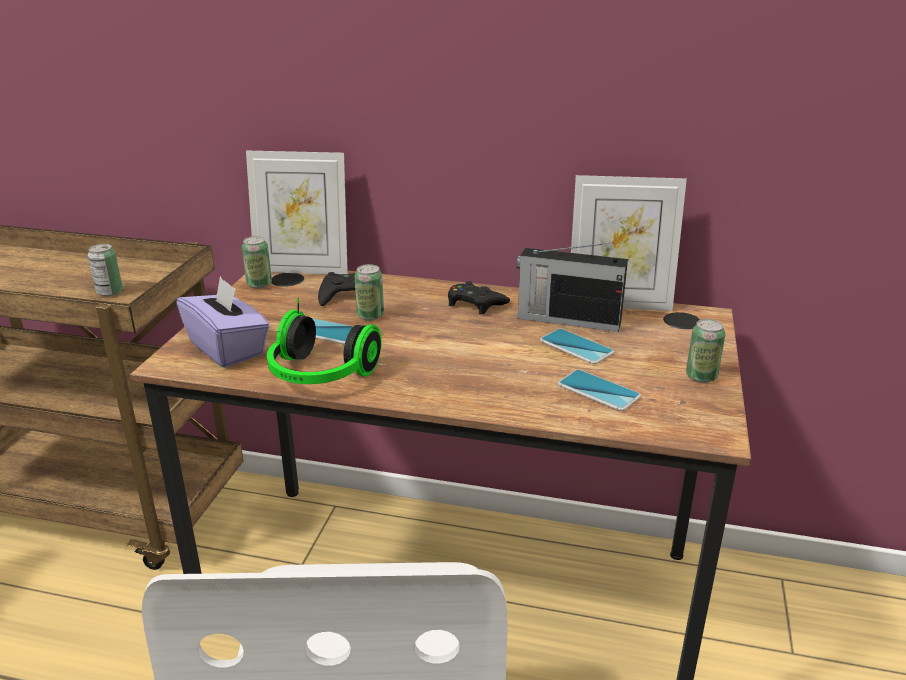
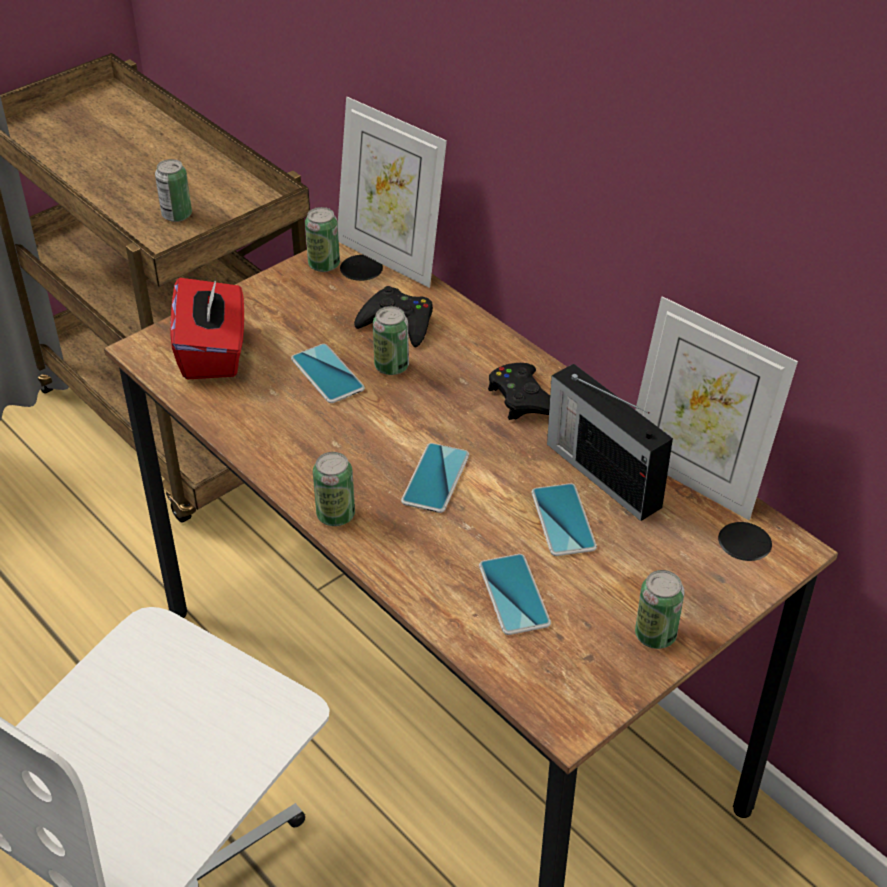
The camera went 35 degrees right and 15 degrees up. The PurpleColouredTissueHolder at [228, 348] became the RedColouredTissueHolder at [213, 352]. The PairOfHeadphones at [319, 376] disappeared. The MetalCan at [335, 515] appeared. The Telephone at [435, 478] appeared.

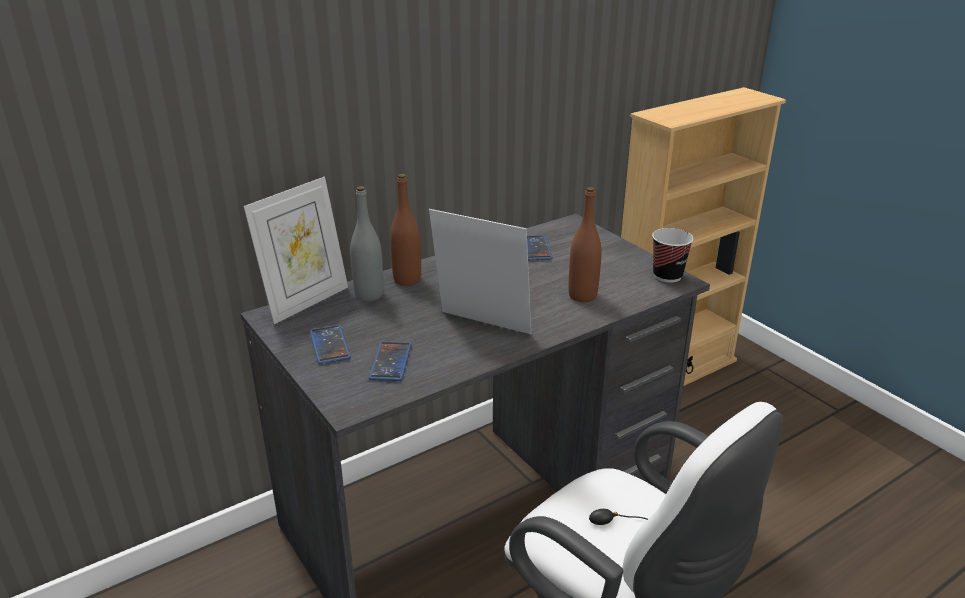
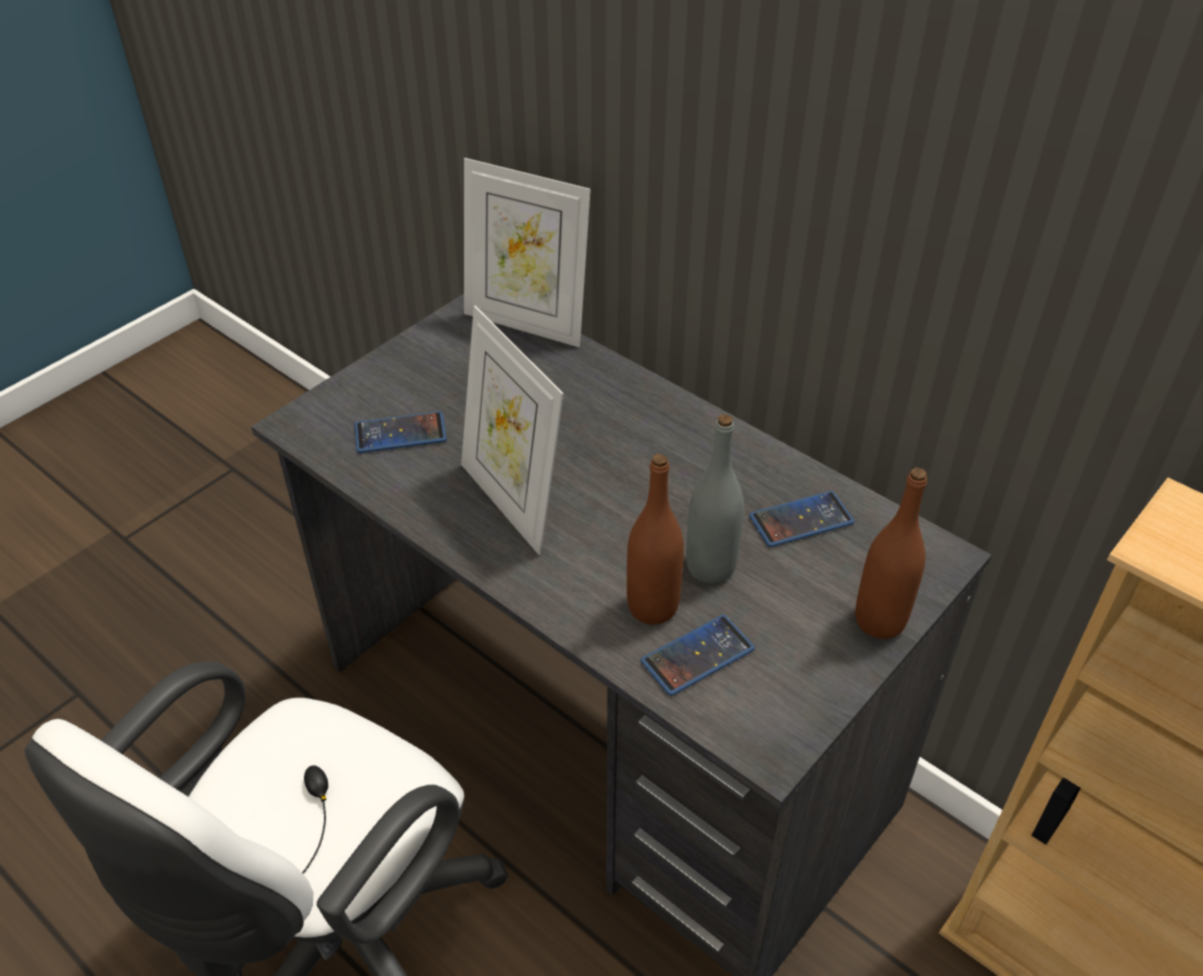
The camera went 75 degrees right and 15 degrees up. The Telephone moved from [329, 345] to [697, 656]. The GrayDrinkBottle moved from [369, 295] to [710, 567]. The BrownishDrinkBottle moved from [407, 280] to [880, 620]. The PictureFrame at [481, 327] turned 135 degrees clockwise. The DrinkingCup at [667, 276] disappeared.

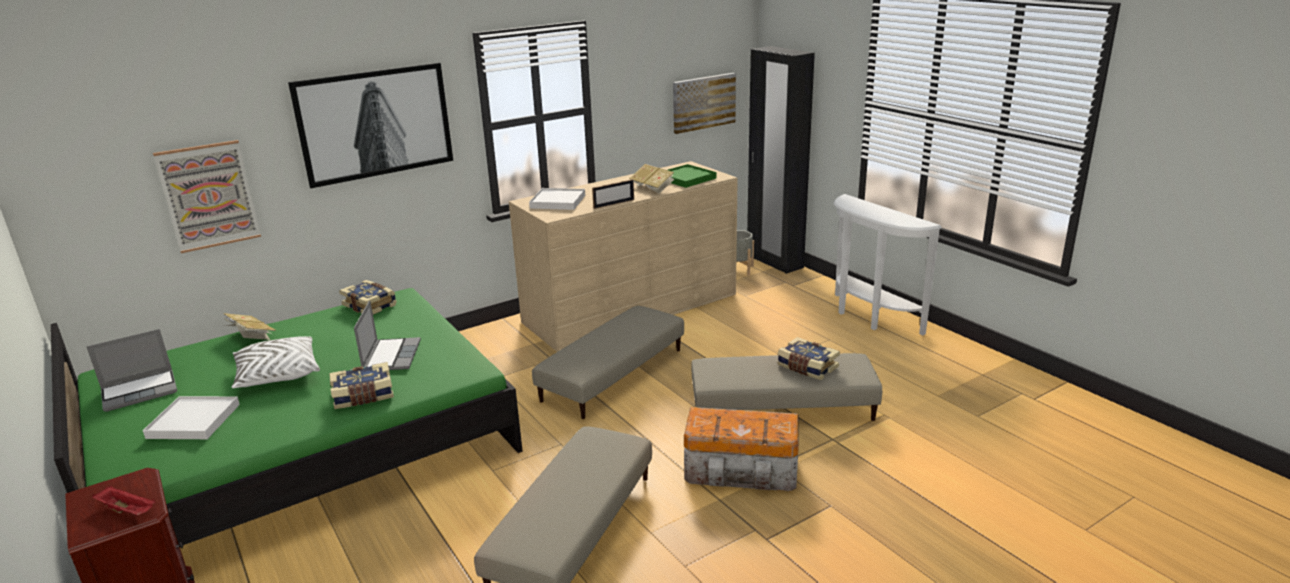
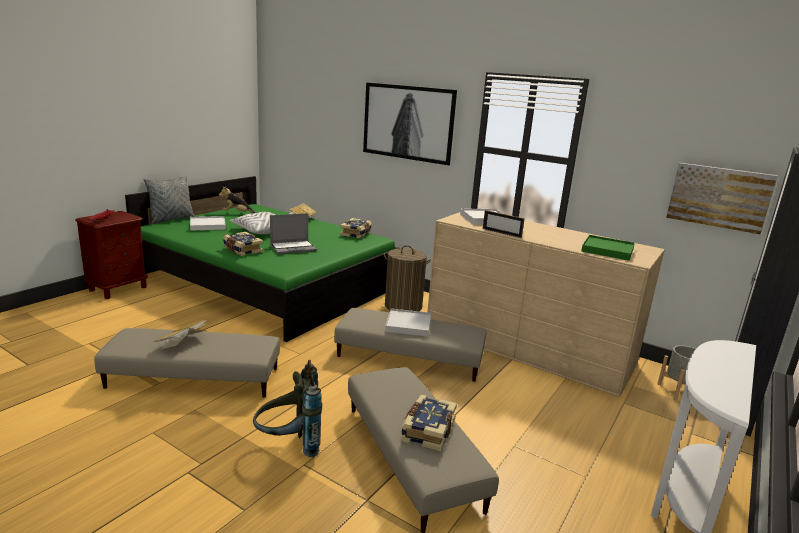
The camera went 65 degrees right and 5 degrees down. The Laptop at [141, 391] was replaced by the CuddlyToy at [237, 213]. The WallPicture at [209, 196] disappeared. The Book moved from [652, 188] to [183, 343]. The StorageBox at [742, 471] was replaced by the GrayRucksack at [289, 444]. The GrayPillow at [172, 219] appeared. The LaundryBasket at [403, 306] appeared. The WhitishTray at [408, 325] appeared.

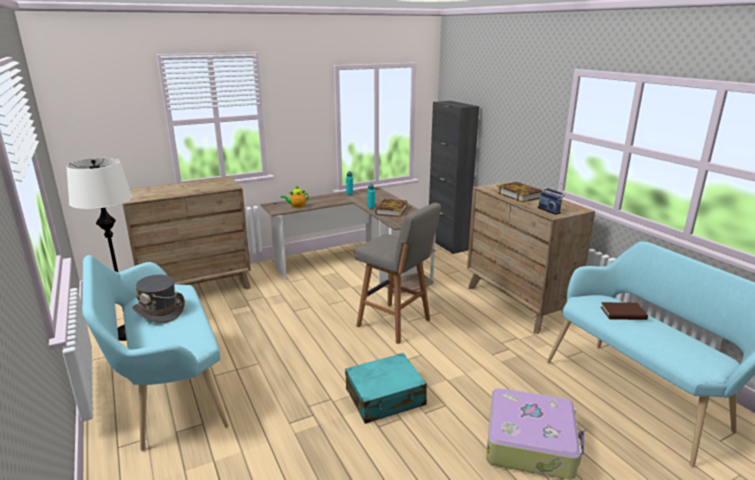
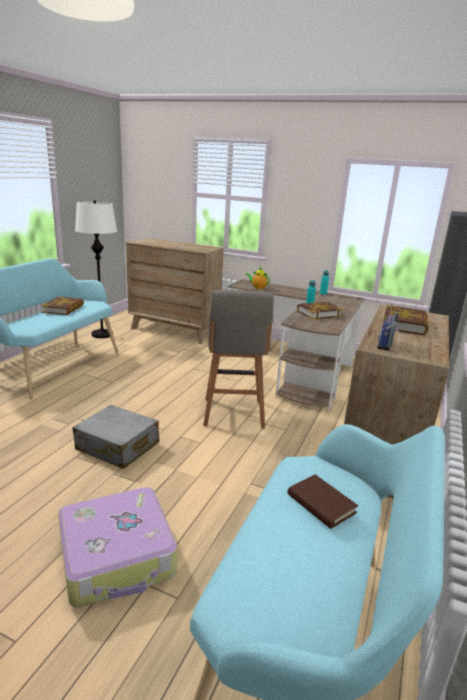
The camera went 50 degrees right and 0 degrees up. The GrayWearableHat at [160, 311] was replaced by the Book at [64, 309]. The TurquoiseColouredPieceOfLuggage at [385, 398] became the GrayPieceOfLuggage at [117, 446].

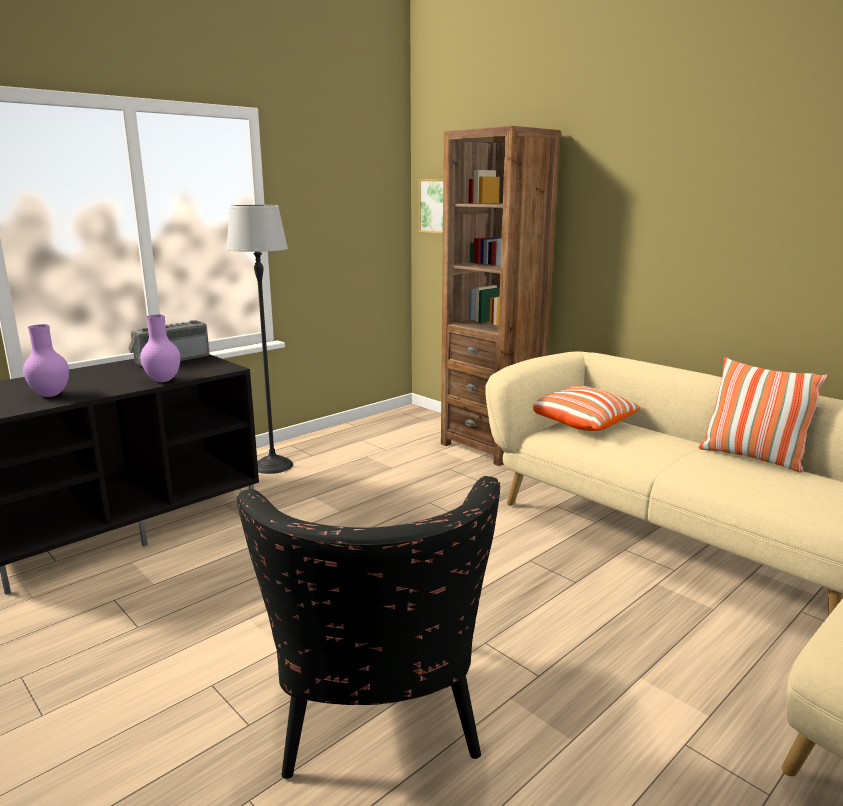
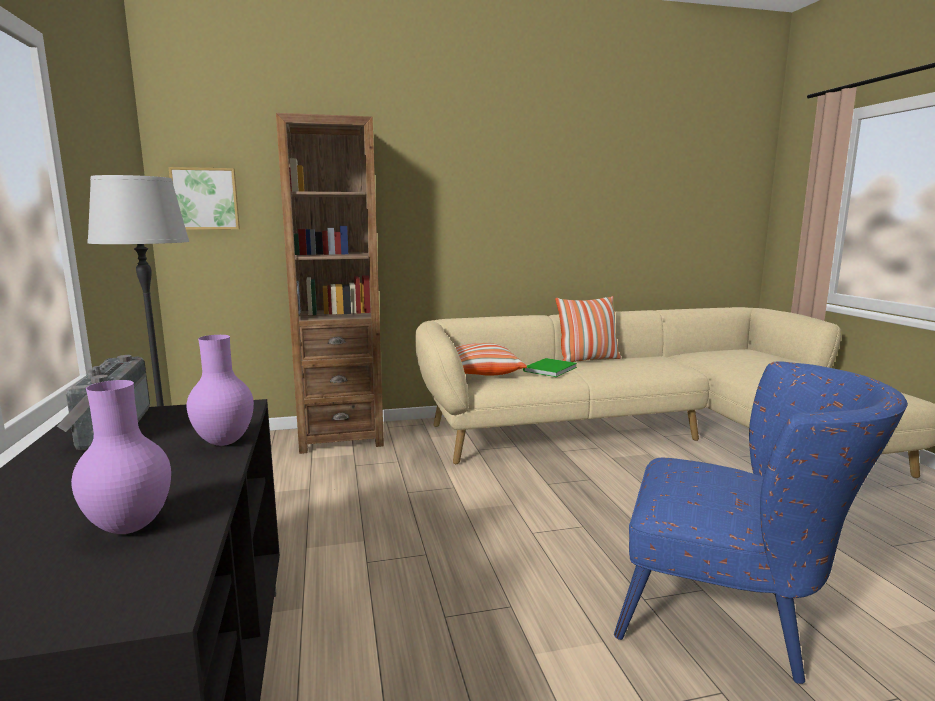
The camera went 60 degrees left and 5 degrees down. The BlackColouredArmchair at [376, 721] became the BluishArmchair at [732, 613]. The GreenishBook at [548, 369] appeared.

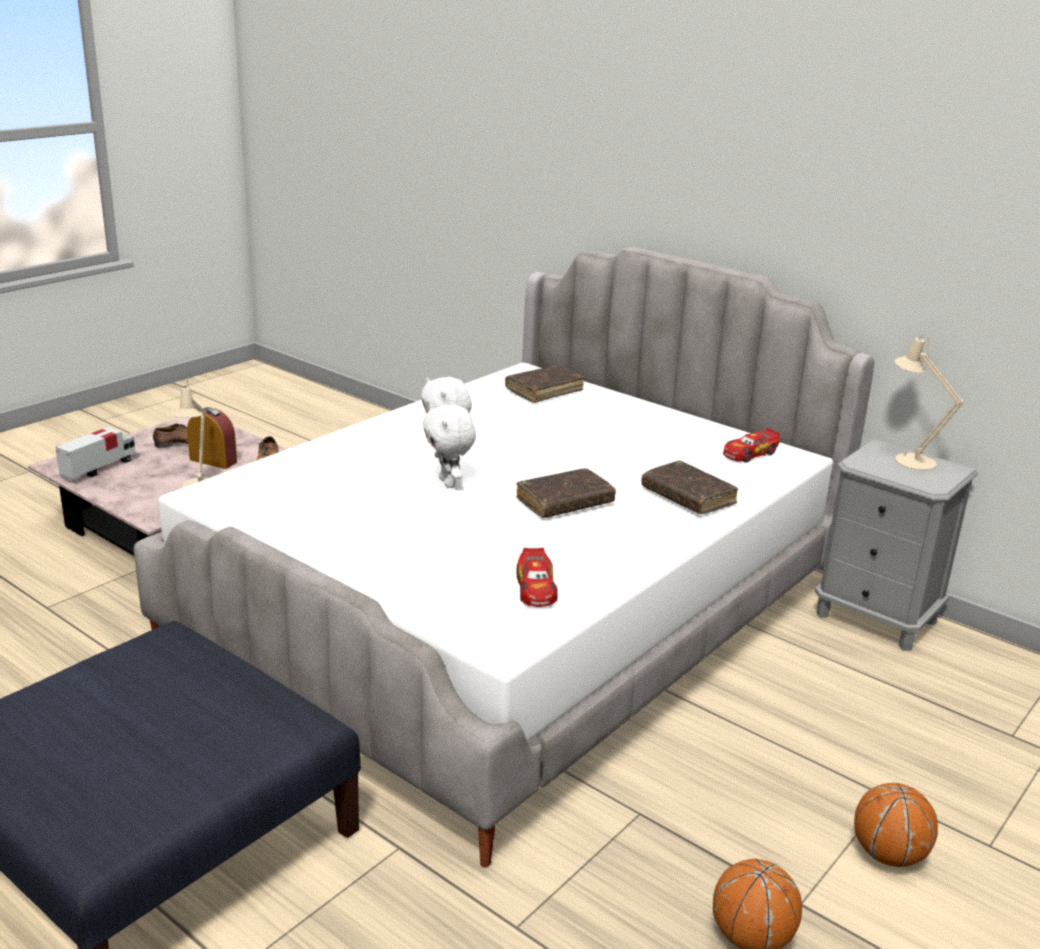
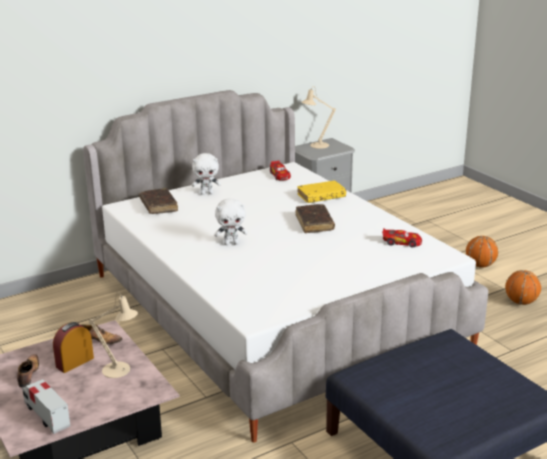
The camera went 70 degrees left and 0 degrees up. The WhitishCuddlyToy moved from [449, 483] to [207, 193]. The BrownishBook at [688, 497] became the YellowishBook at [321, 196].

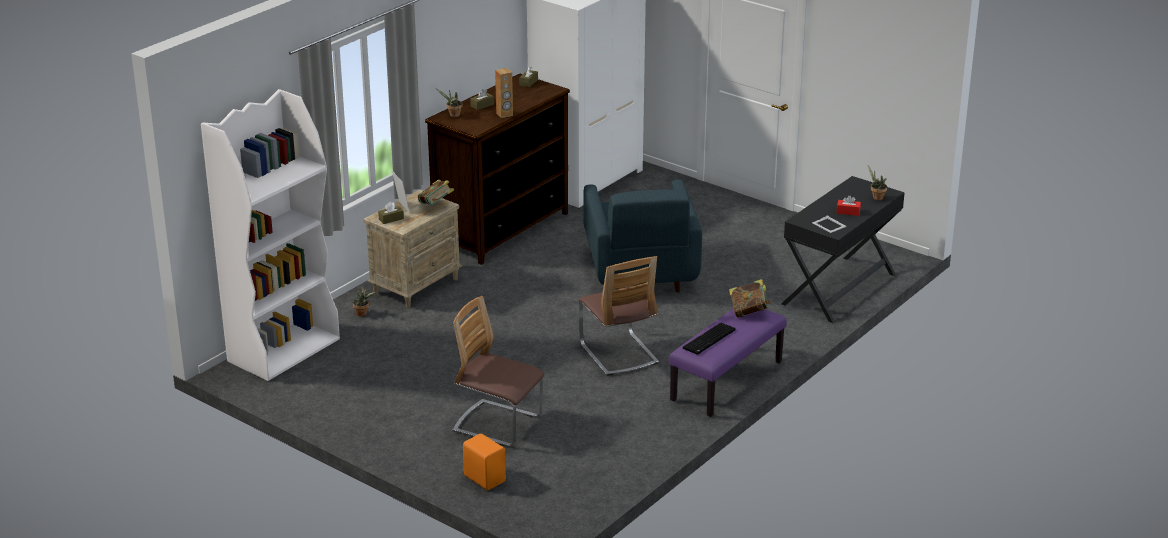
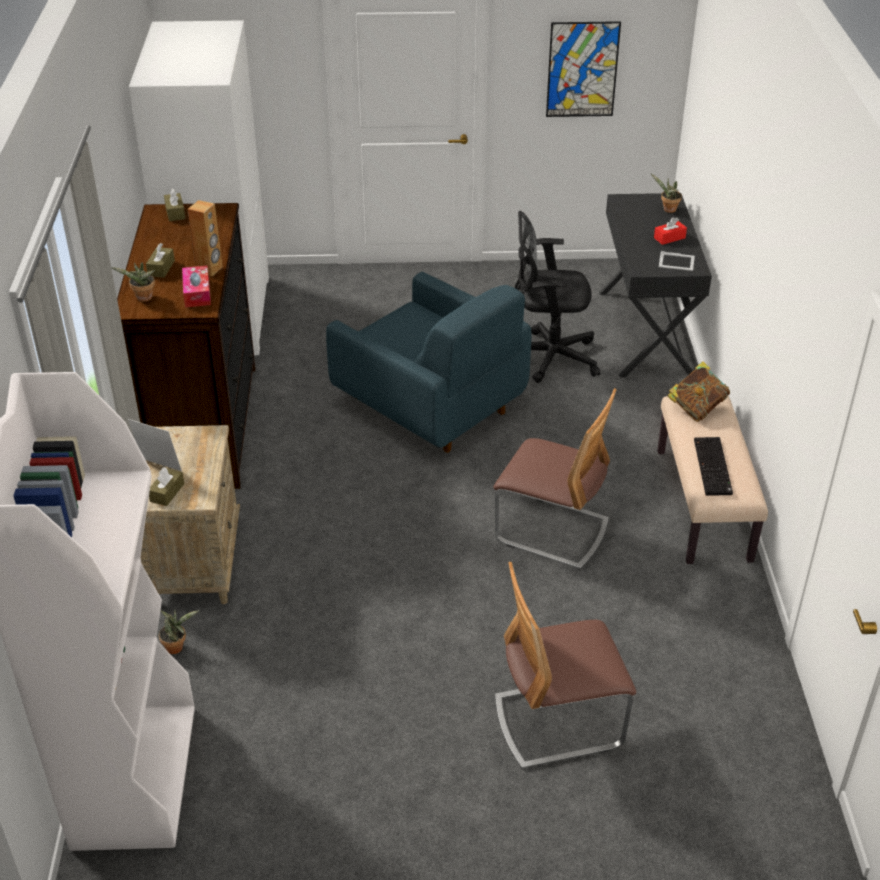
The camera went 40 degrees left and 10 degrees up. The Book at [436, 205] disappeared. The OrangeColouredAudioSpeaker at [485, 478] disappeared. The PurpleColouredLongSeat at [727, 382] became the BeigeColouredLongSeat at [704, 505]. The TissueHolder at [197, 293] appeared. The BlackColouredDeskChair at [548, 357] appeared. The WallPicture at [582, 69] appeared.

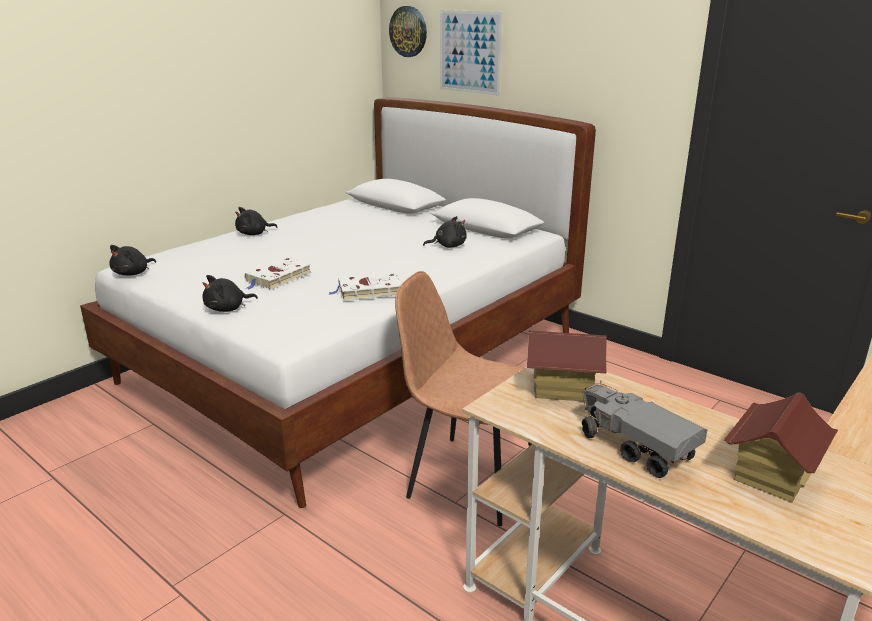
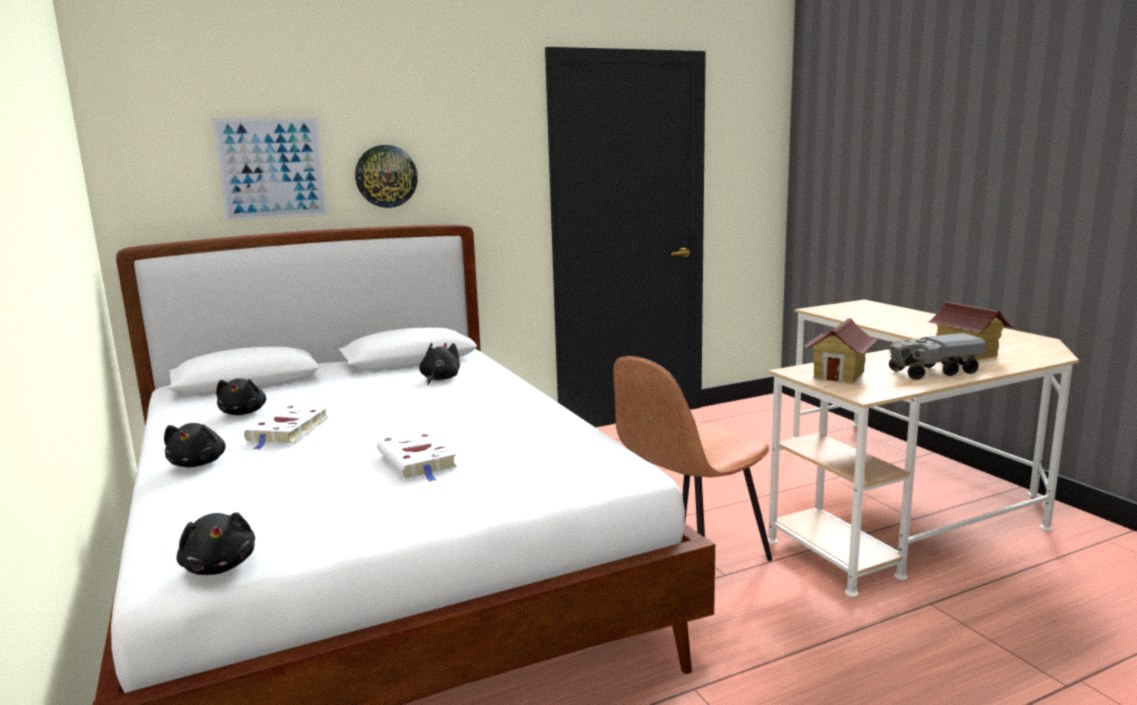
The camera went 65 degrees left and 10 degrees down. The BlackColouredCuddlyToy moved from [227, 309] to [244, 413]. The WhitishBook moved from [367, 291] to [288, 431]. The HangingClock moved from [408, 31] to [386, 176].

